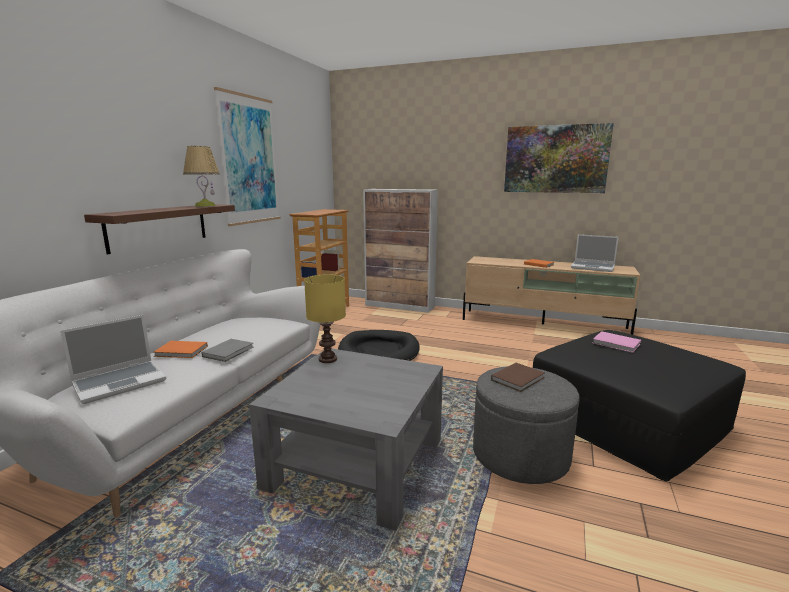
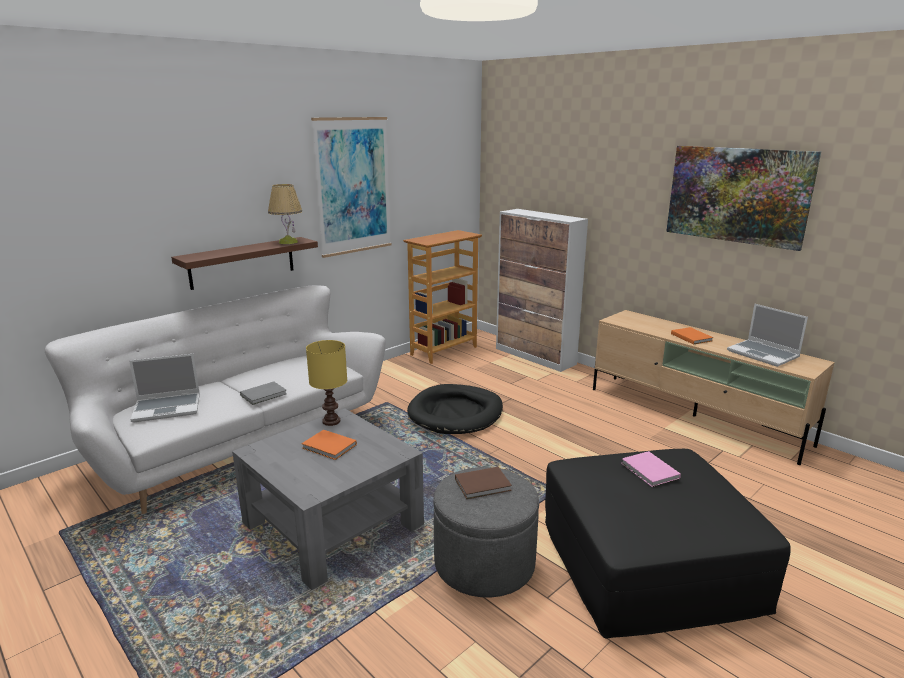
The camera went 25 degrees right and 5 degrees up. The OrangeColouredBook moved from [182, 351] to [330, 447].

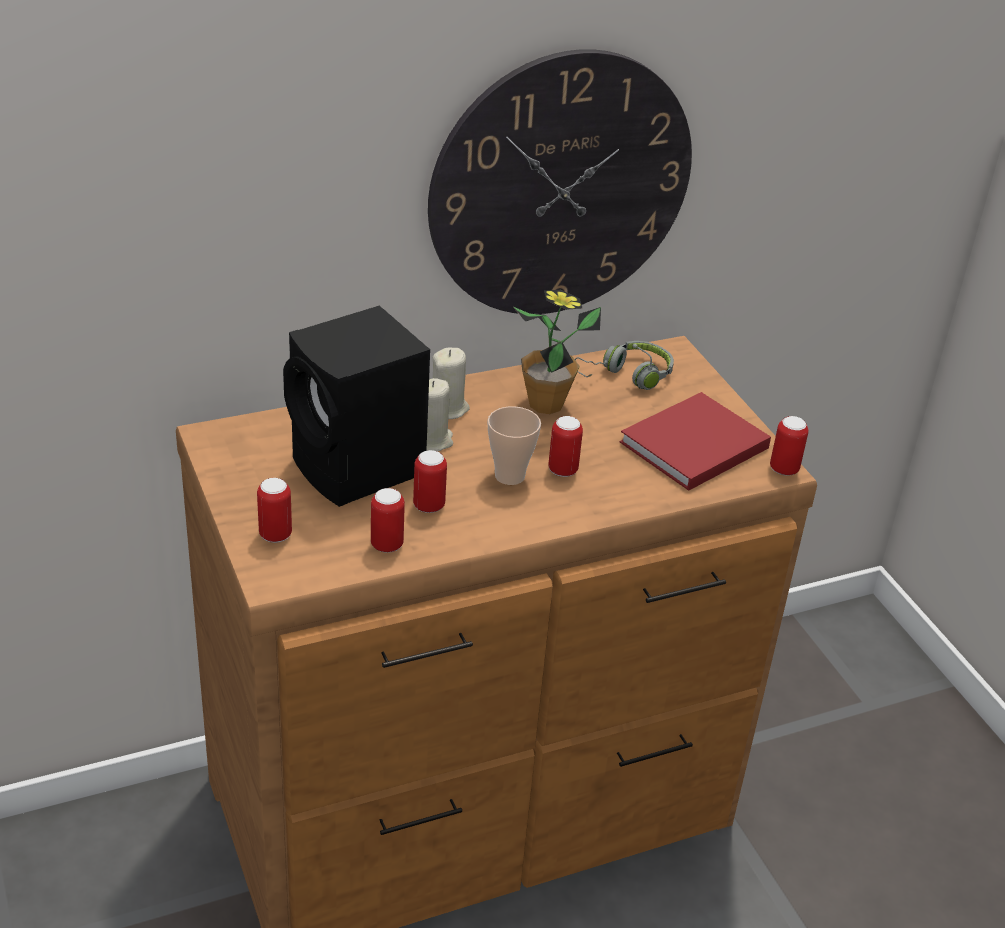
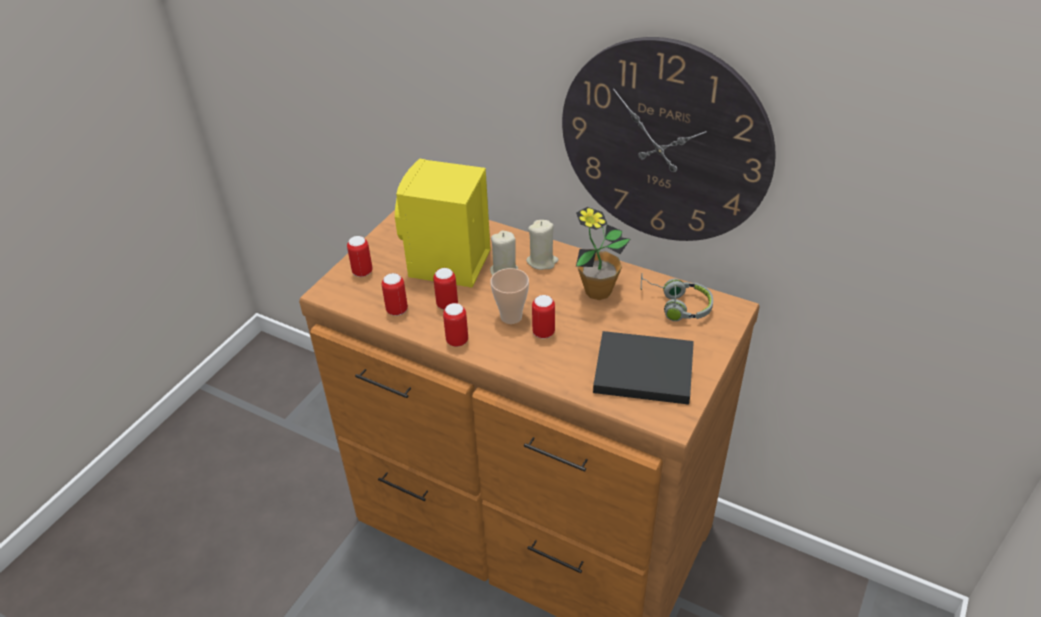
The camera went 55 degrees right and 5 degrees up. The BlackColouredAudioSpeaker at [359, 470] became the YellowishAudioSpeaker at [447, 265]. The RedColouredBook at [691, 446] became the BlackColouredBook at [640, 370]. The MetalCan moved from [784, 469] to [457, 341].

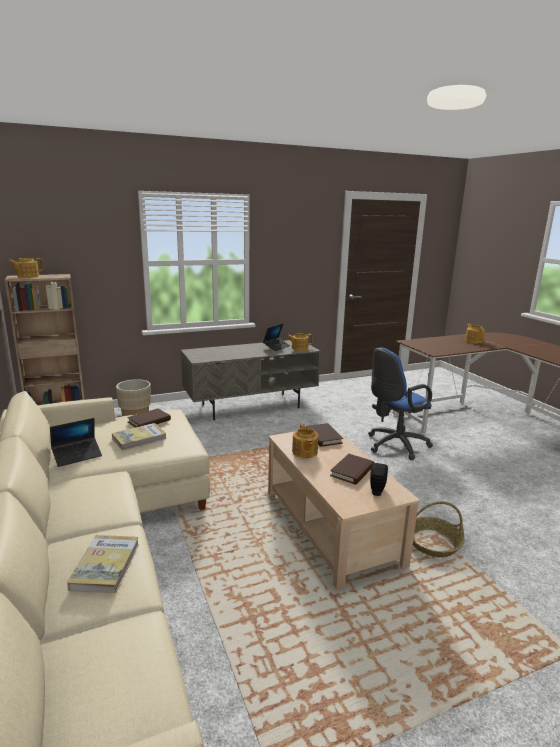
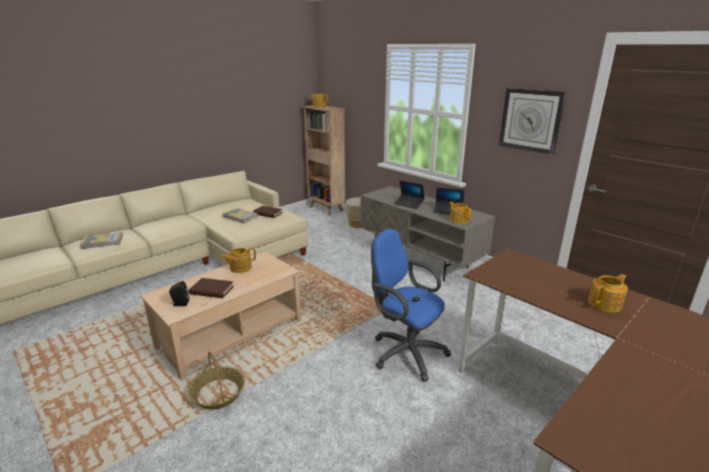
The camera went 70 degrees right and 5 degrees up. The Laptop moved from [77, 455] to [409, 204]. The BrownishBook at [323, 437] disappeared. The HangingClock at [531, 120] appeared.

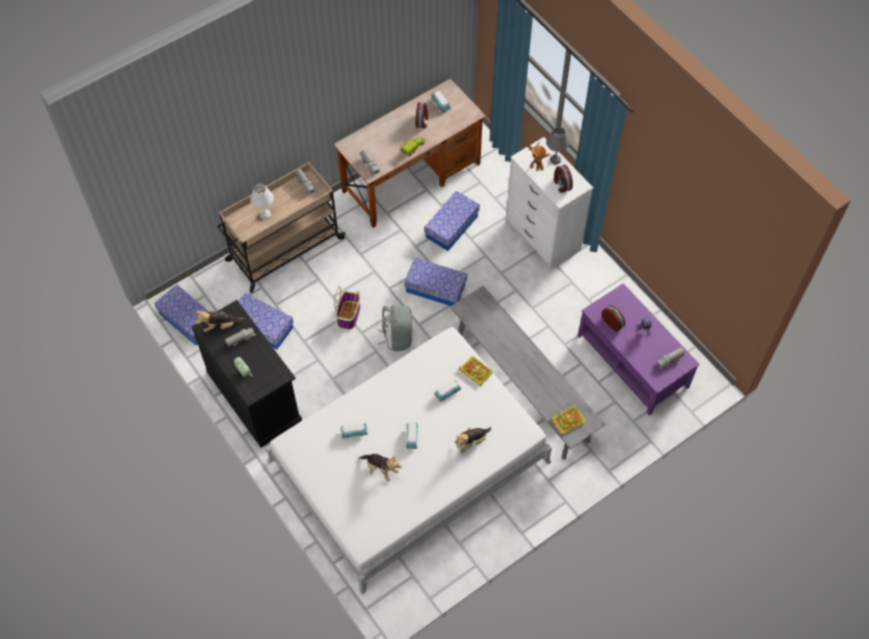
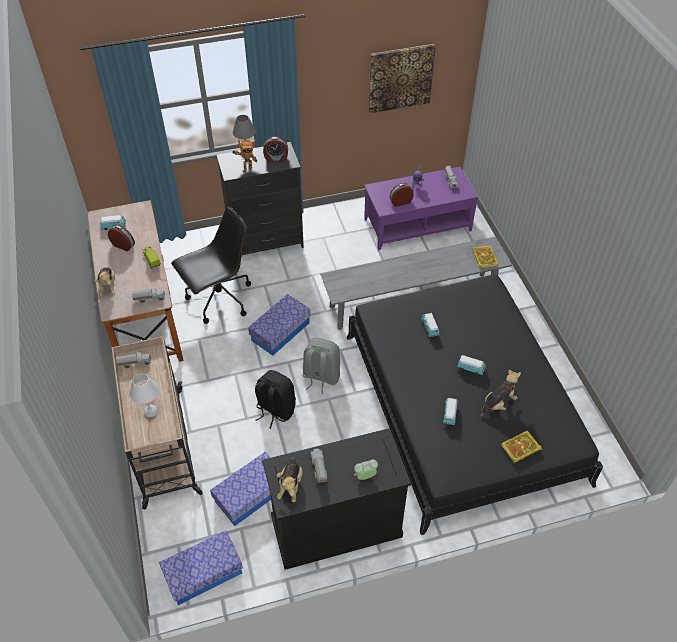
The camera went 70 degrees left and 10 degrees down. The WhitishSleepingBed at [409, 461] became the BlackColouredSleepingBed at [462, 406]. The HouseholdBasket at [348, 314] was replaced by the BlackColouredRucksack at [275, 410]. The StorageBox at [451, 227] was replaced by the BlackColouredDeskChair at [219, 300]. The CuddlyToy moved from [471, 442] to [108, 286]. The Book moved from [475, 371] to [520, 448]. The WhitishDresser at [542, 236] became the BlackColouredDresser at [266, 241]. The WallPicture at [400, 78] appeared.

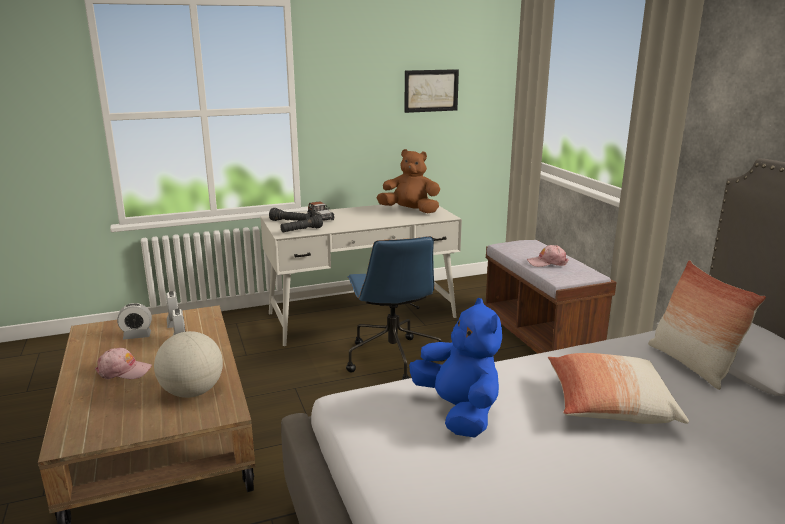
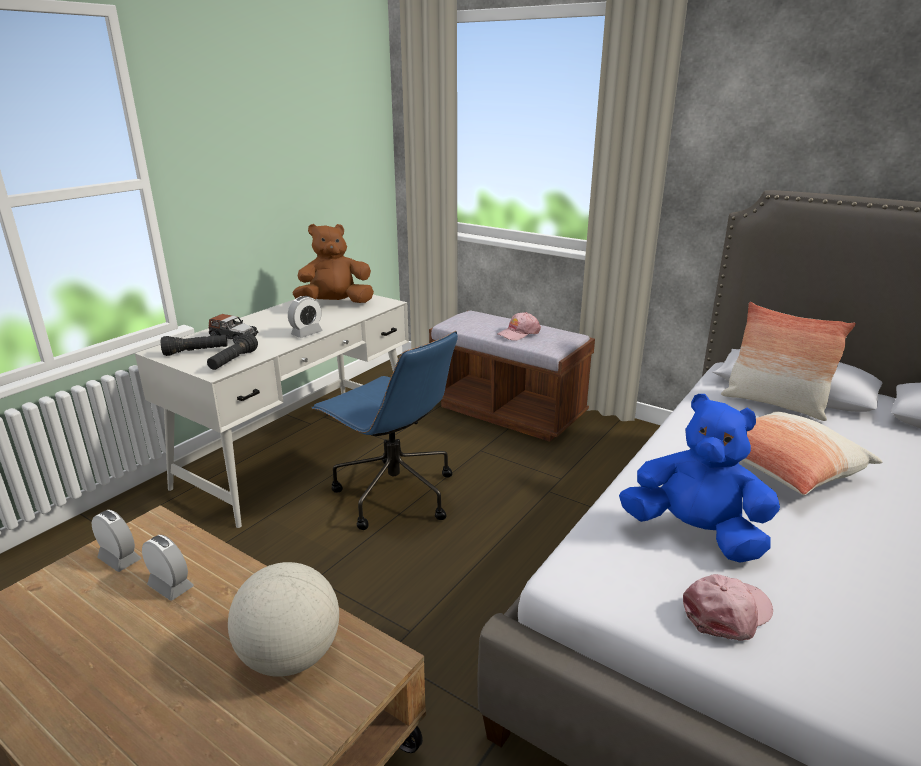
The camera went 35 degrees left and 5 degrees up. The PinkColouredPeakedCap moved from [123, 370] to [727, 612]. The TableClock moved from [137, 335] to [306, 333]. The WallPicture at [431, 90] disappeared.

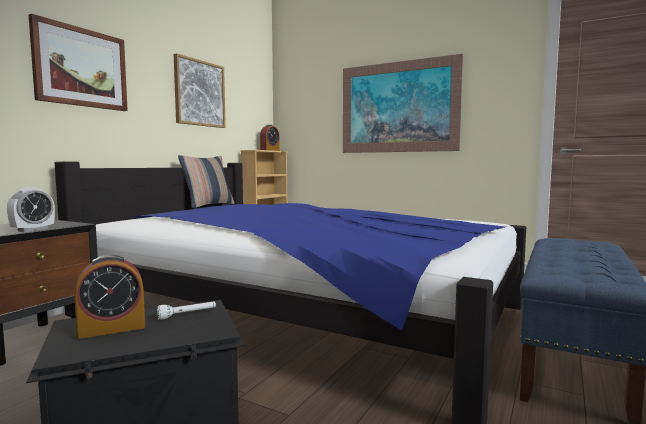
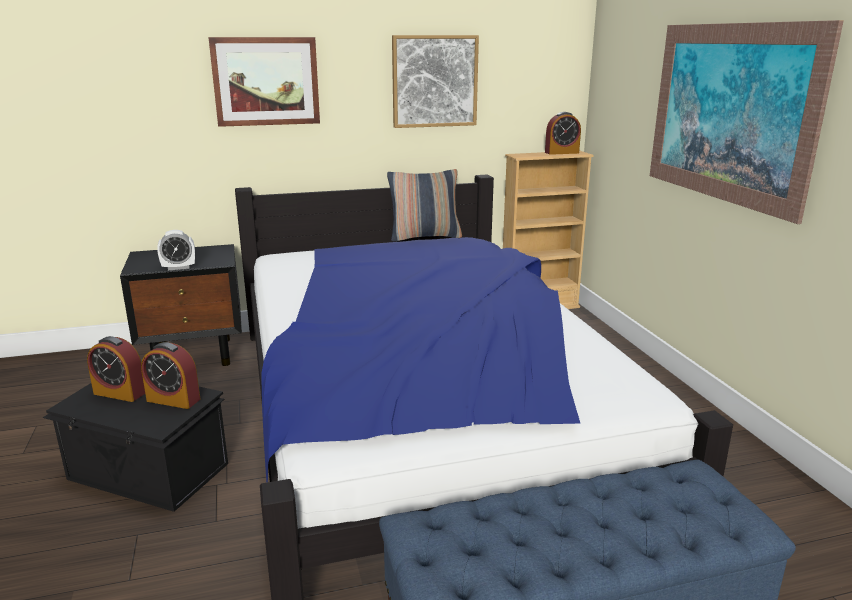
The camera went 45 degrees right and 15 degrees up. The WhitishHandTorch at [187, 315] was replaced by the TableClock at [173, 400].

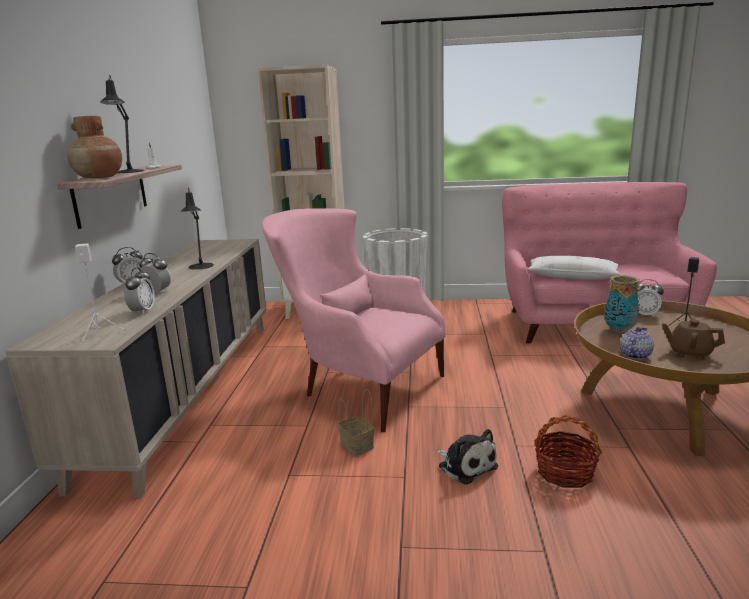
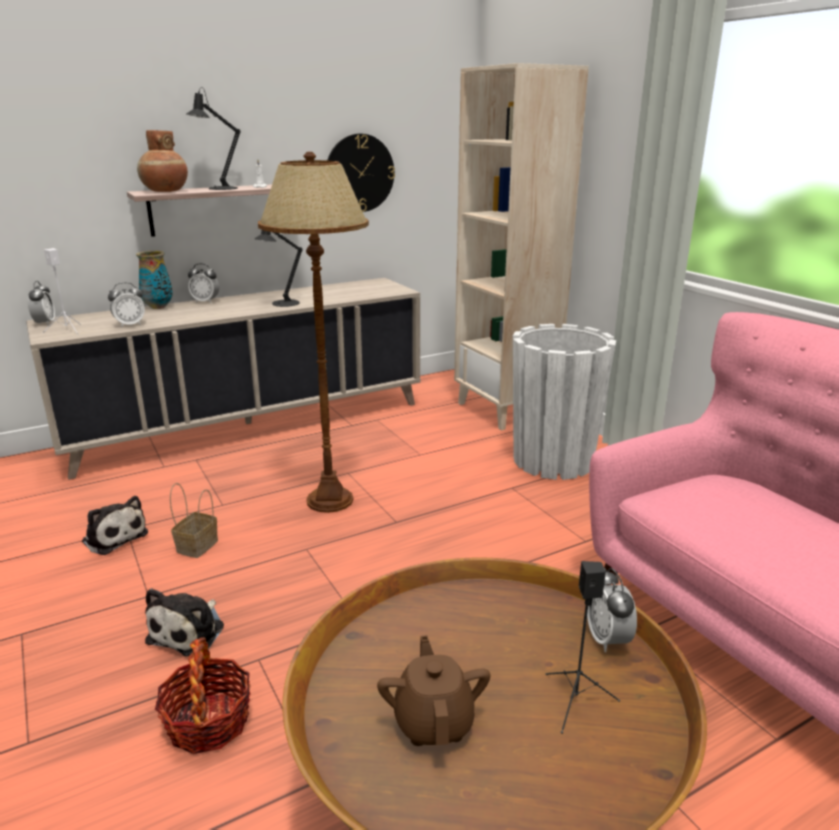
The camera went 55 degrees right and 5 degrees up. The TableClock moved from [157, 292] to [45, 323]. The PinkColouredArmchair at [356, 386] was replaced by the BrownishStandardLamp at [330, 500]. The WhitishPillow at [572, 276] disappeared. The Vase moved from [619, 330] to [158, 307]. The TeaPot at [634, 355] disappeared. The CuddlyToy at [114, 536] appeared. The HangingClock at [360, 173] appeared.

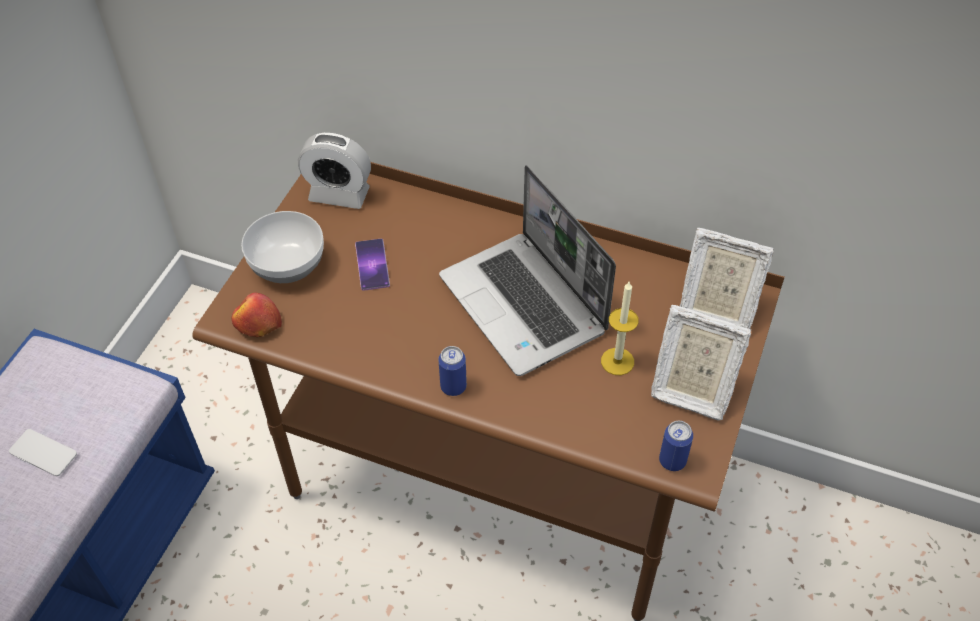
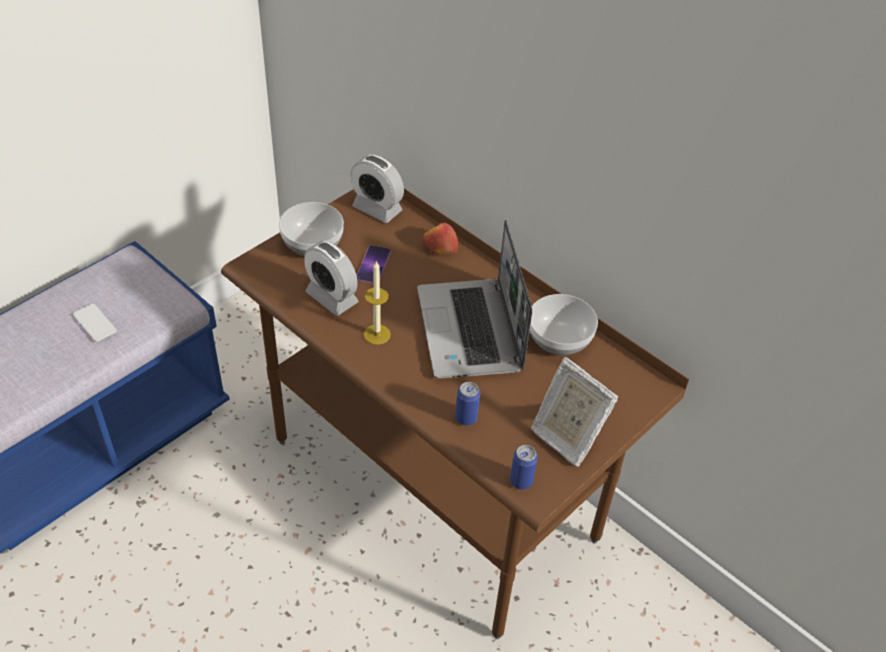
The camera went 20 degrees right and 5 degrees down. The WholeApple moved from [257, 323] to [439, 246]. The MetalCan moved from [453, 387] to [466, 418]. The Candle moved from [617, 361] to [377, 334]. The PictureFrame at [715, 311] disappeared. The TableClock at [332, 297] appeared. The DeepDish at [560, 339] appeared.

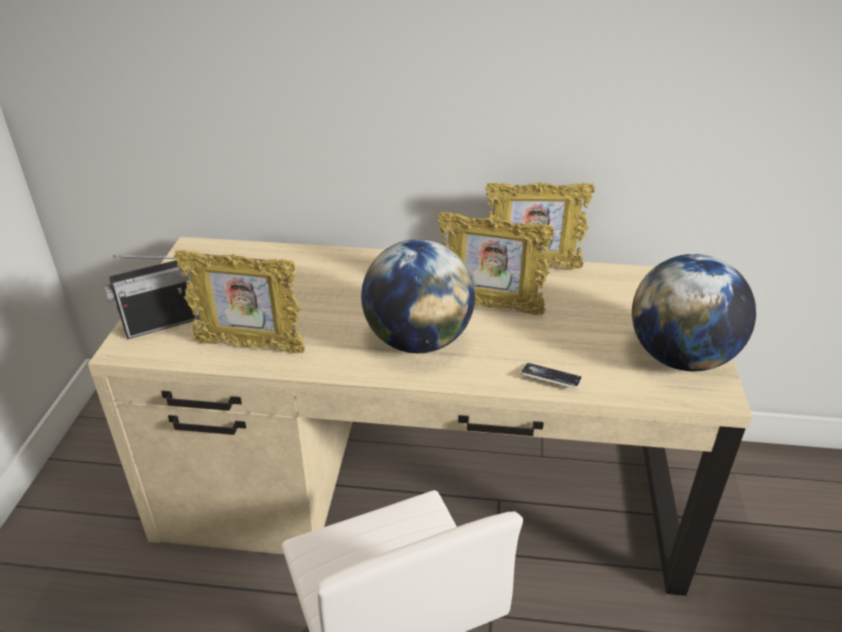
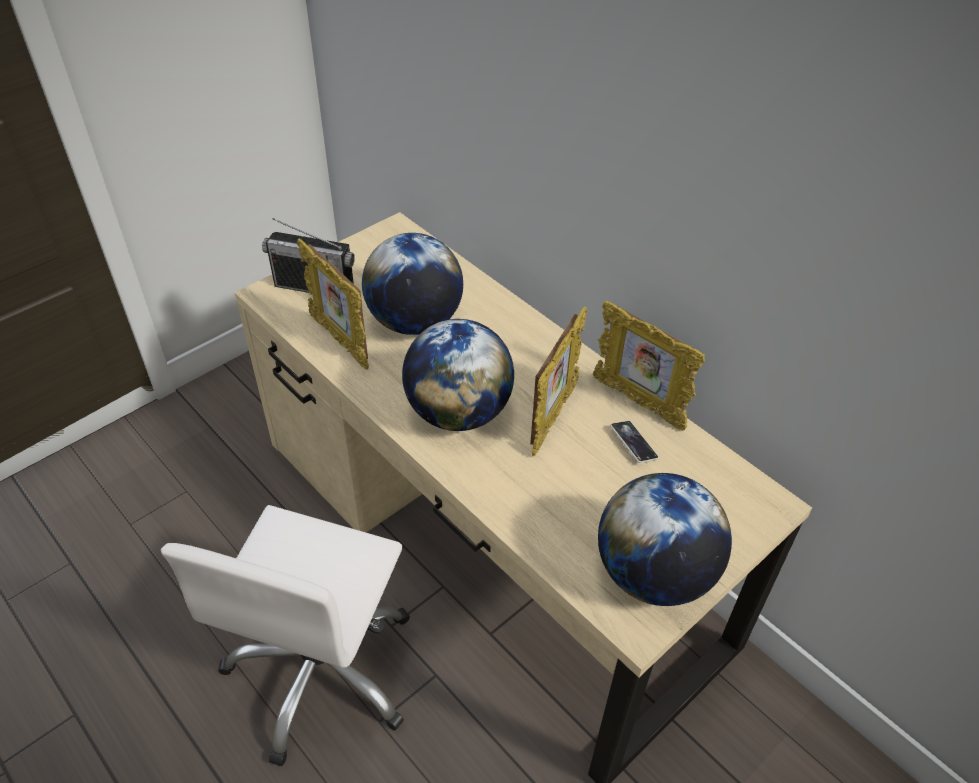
The camera went 40 degrees right and 10 degrees up. The PictureFrame at [490, 307] turned 120 degrees counterclockwise. The Telephone moved from [551, 378] to [633, 444]. The Globe at [414, 322] appeared.

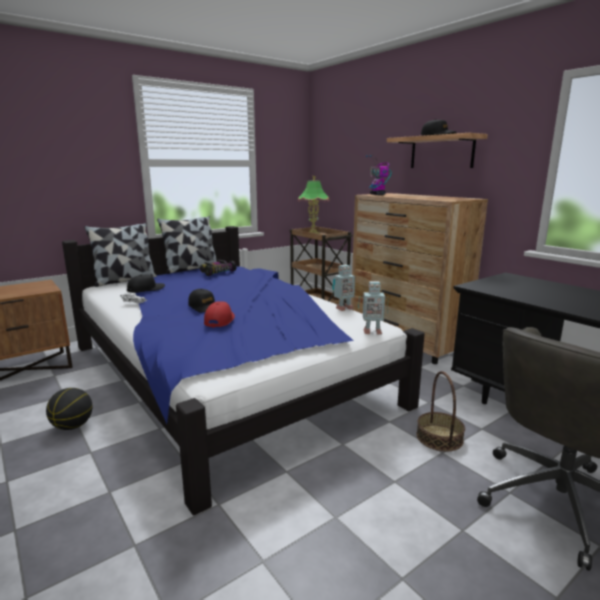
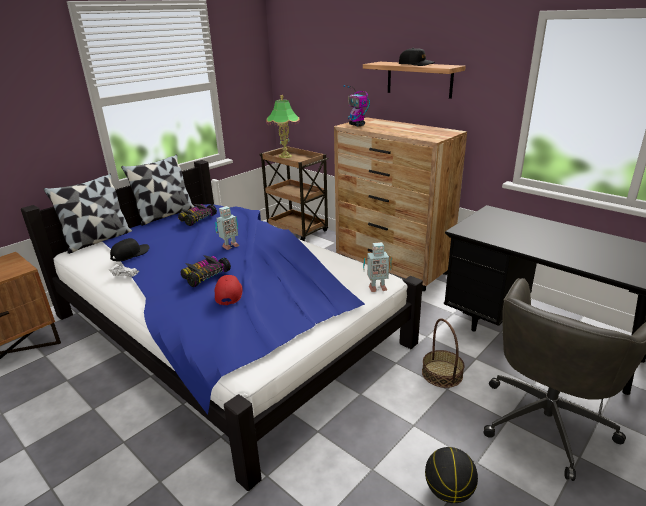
The camera went 10 degrees left and 10 degrees up. The BallForBasketball moved from [72, 426] to [448, 491]. The BlackColouredPeakedCap at [204, 307] was replaced by the ModelCar at [205, 275]. The ToyRobot moved from [343, 308] to [229, 246].

